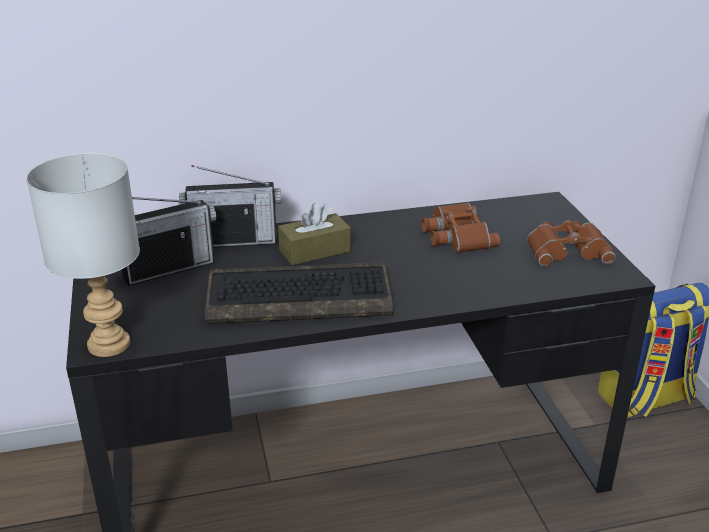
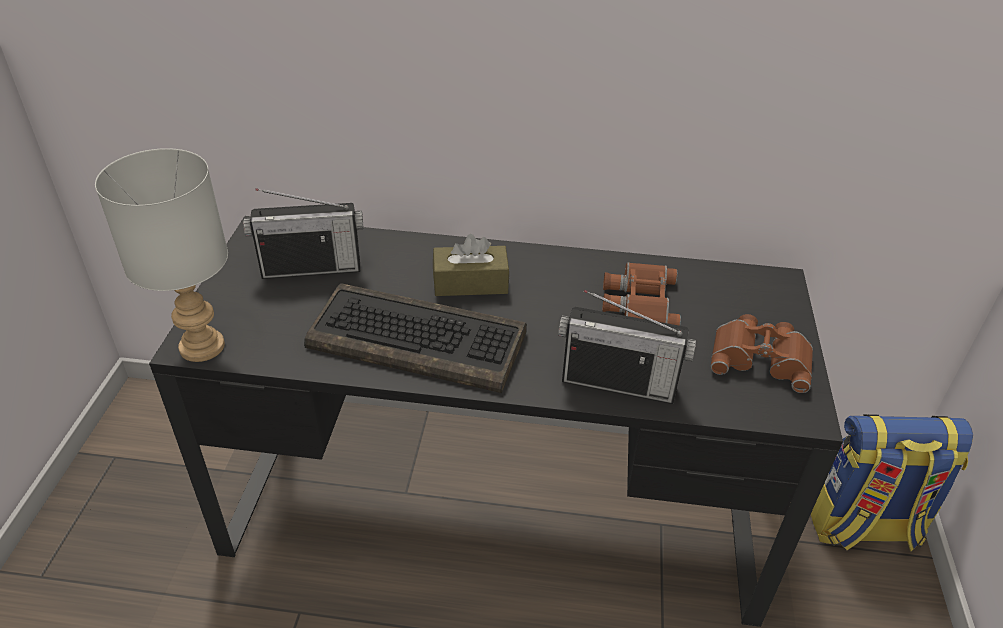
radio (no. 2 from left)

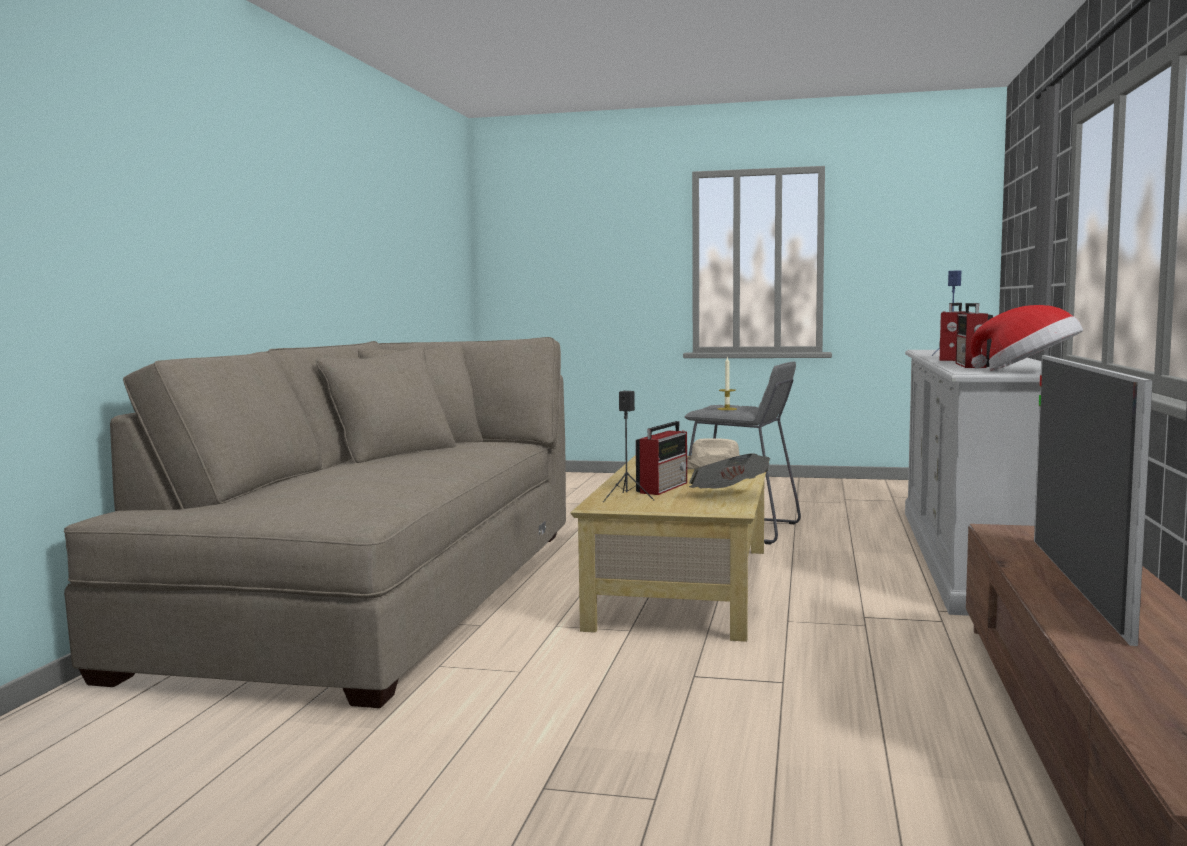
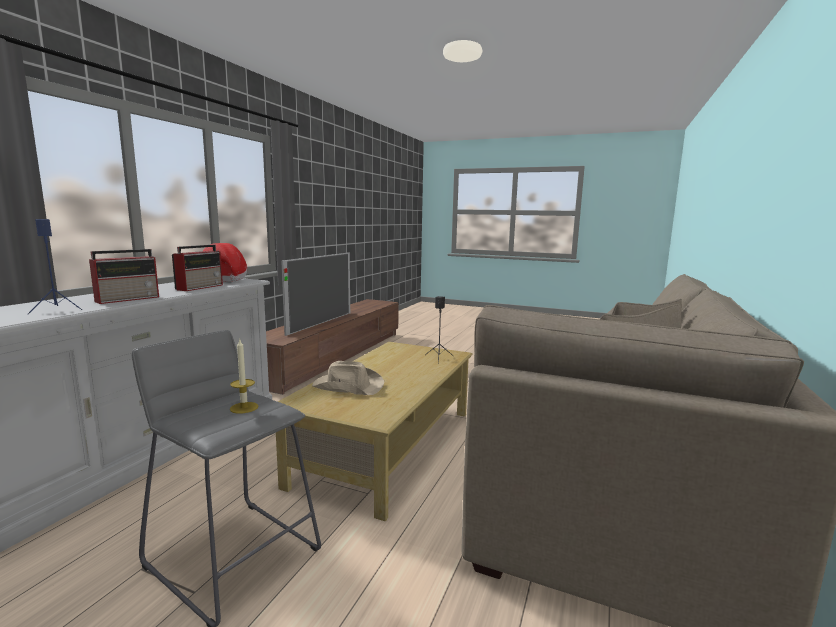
radio (no. 1 from left in the first image)
periódico

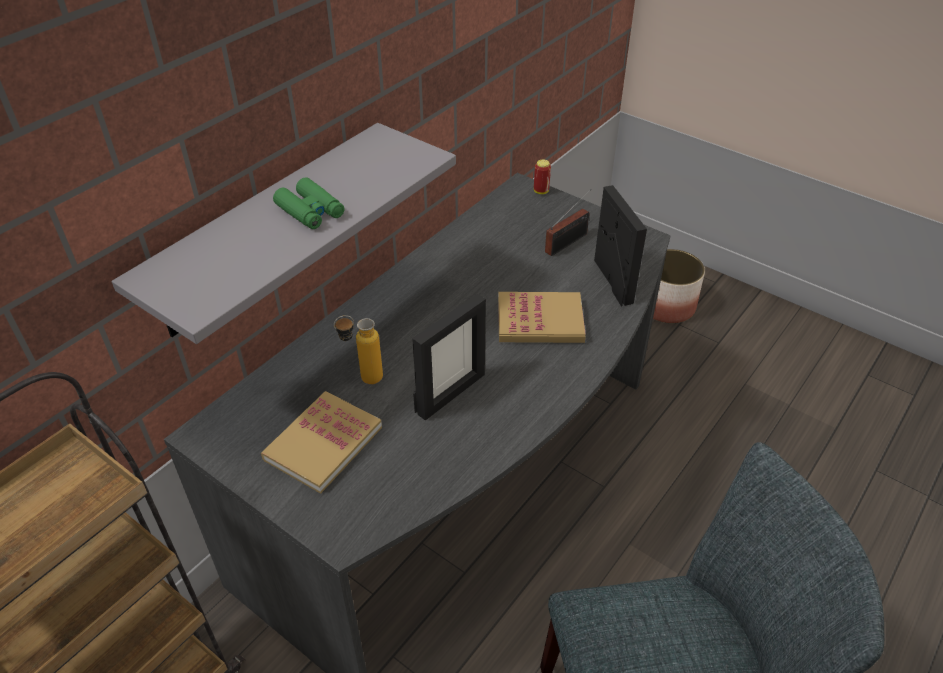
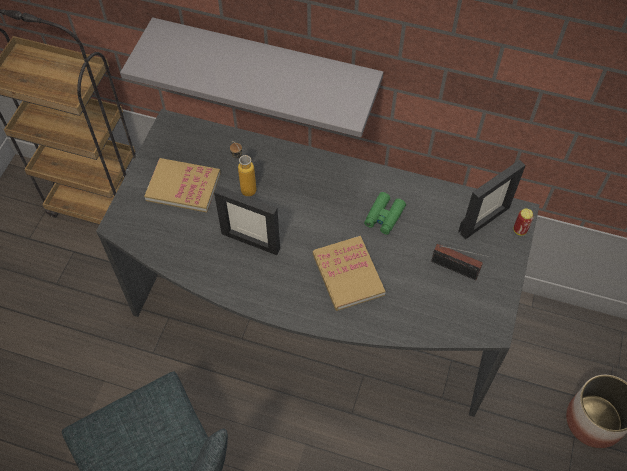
prismáticos/verde
portarretratos (no. 2 from left)

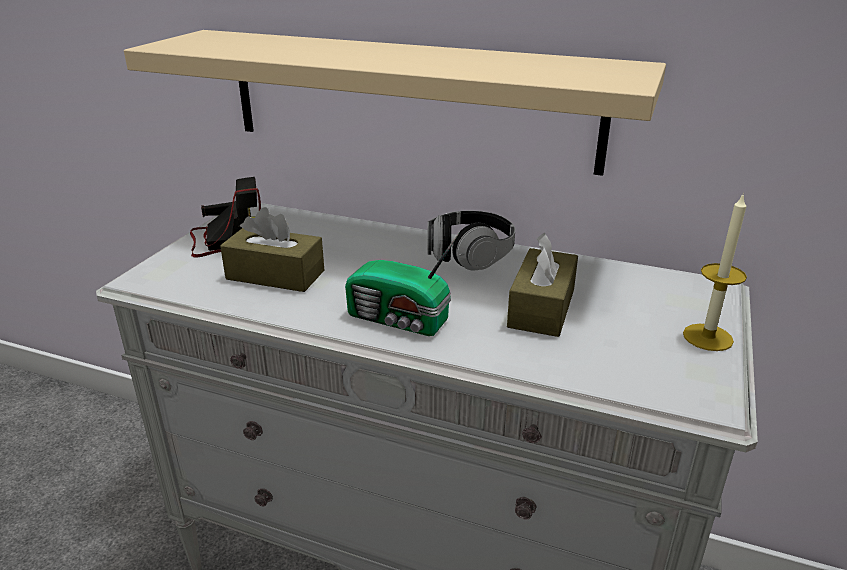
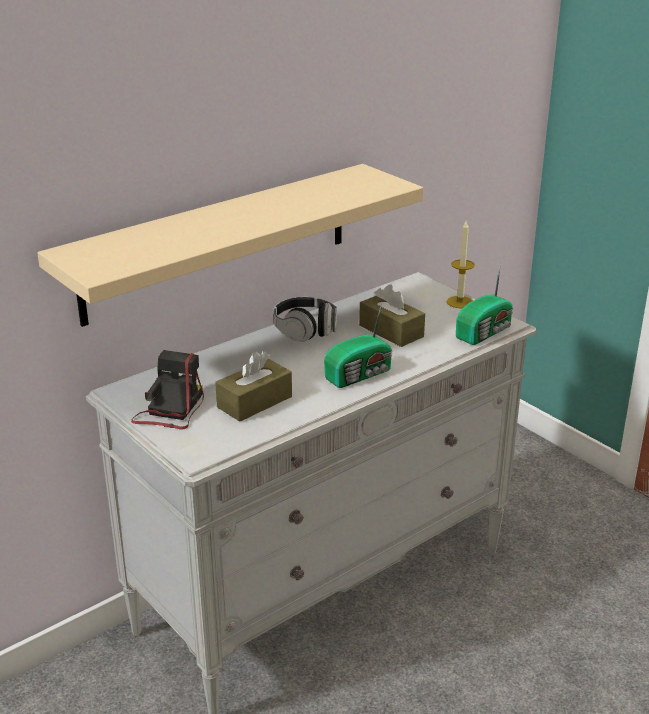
radio (no. 2 from left)

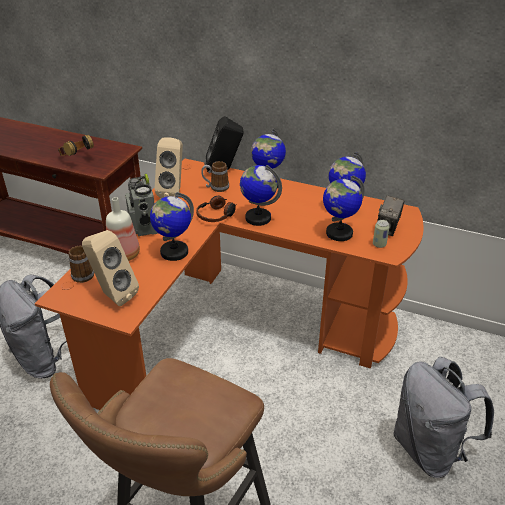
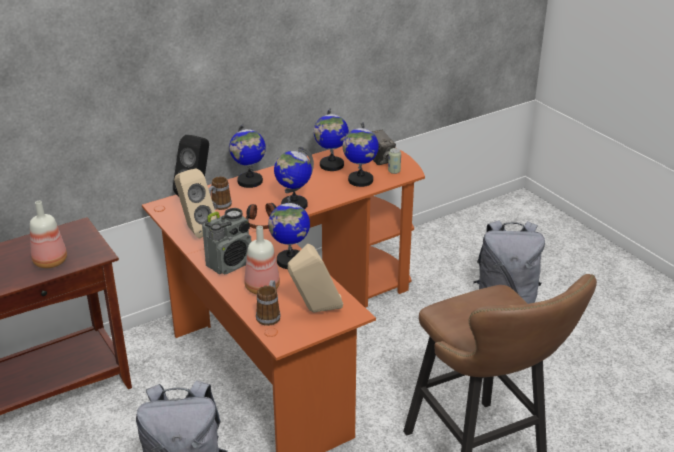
botella (no. 1 from left)
radio

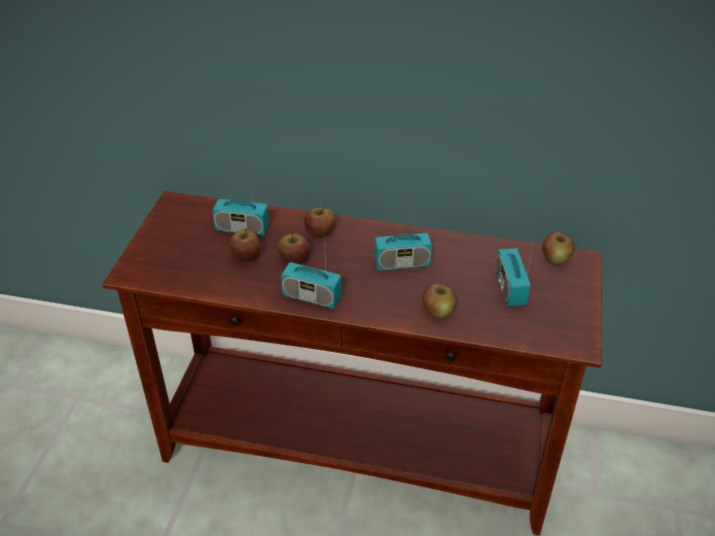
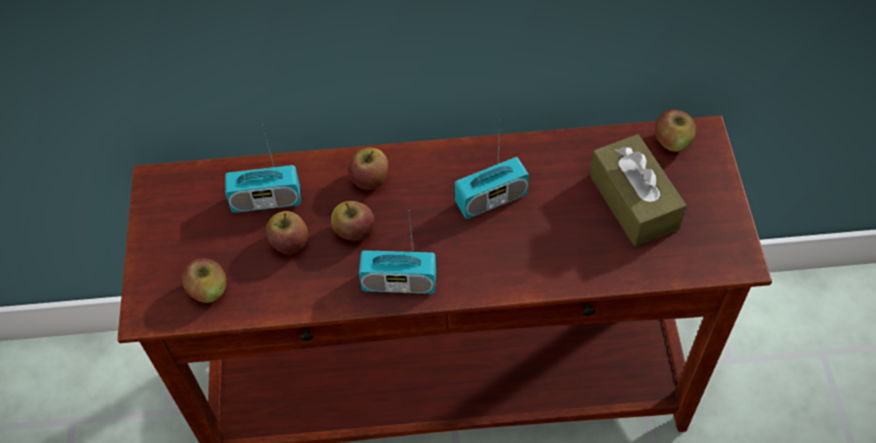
manzana (no. 1 from left)
caja de pañuelos/marrón

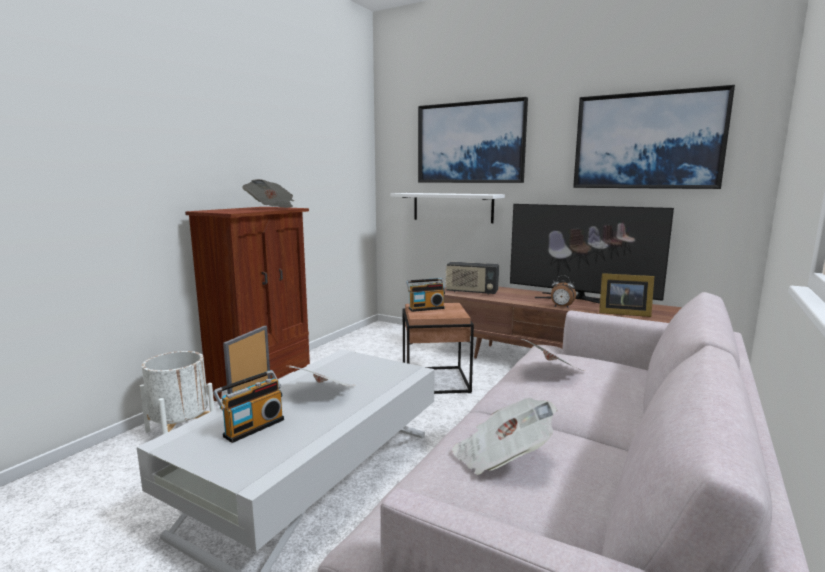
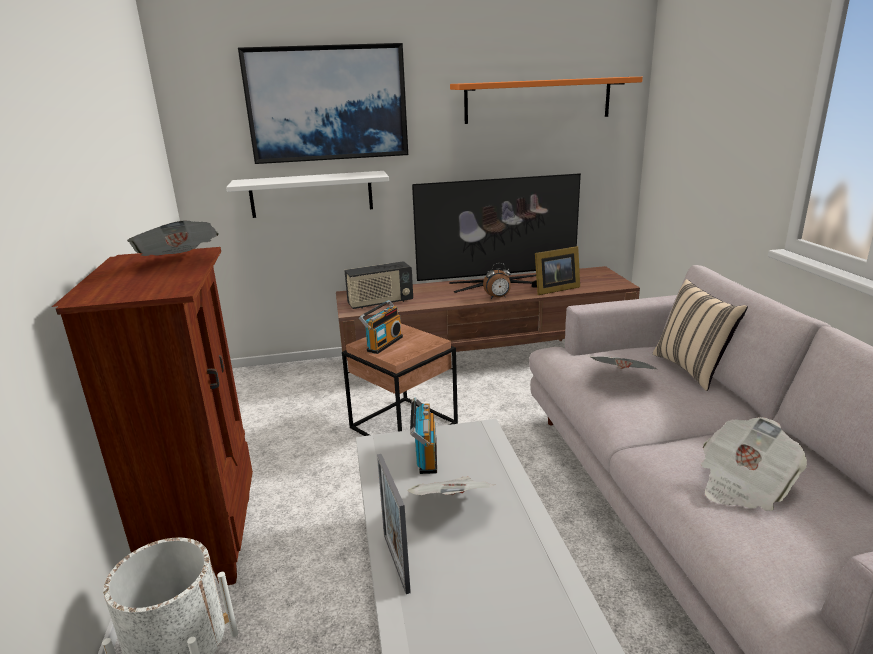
radio (no. 3 from left)
estante/naranja
cojín/beis

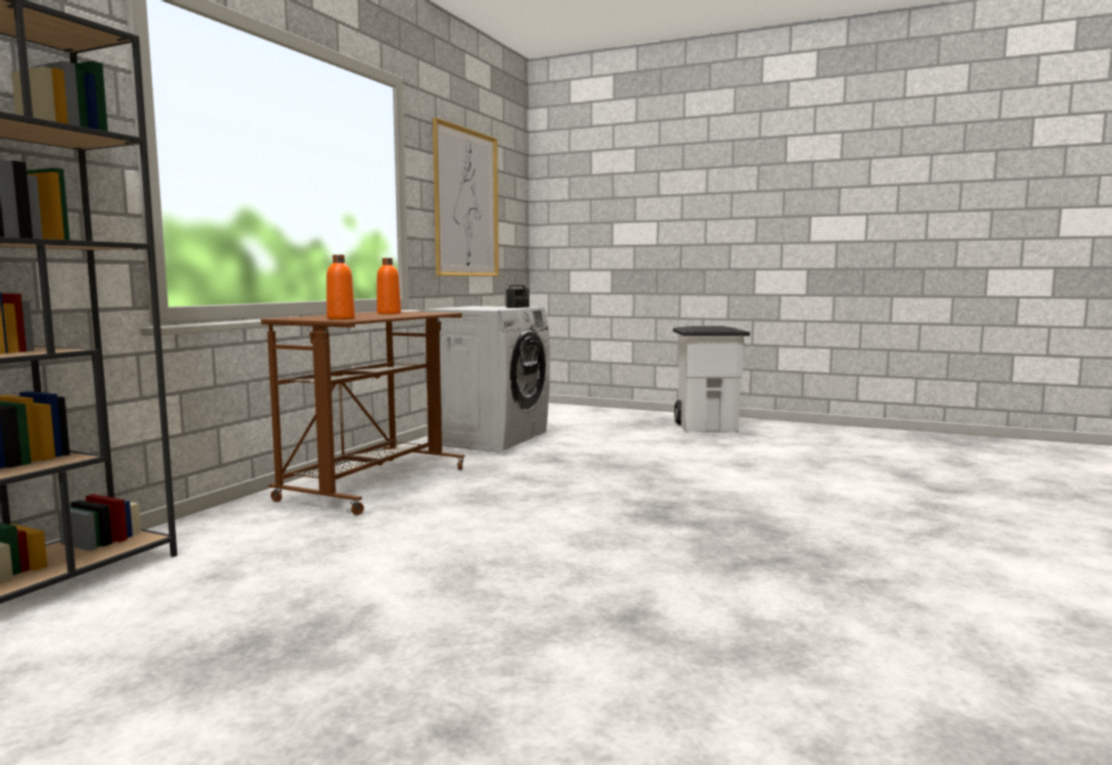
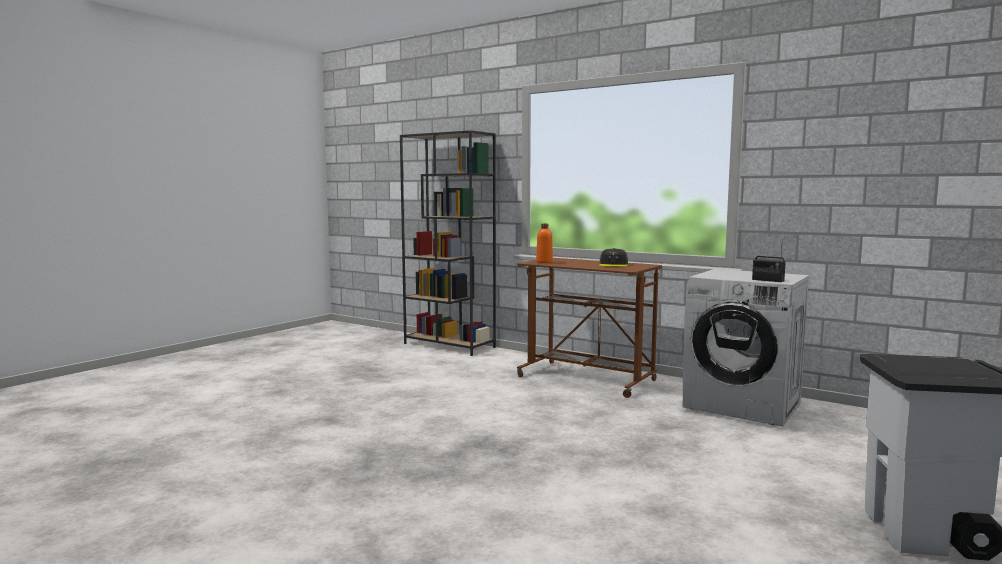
gorra/gris
cuadro

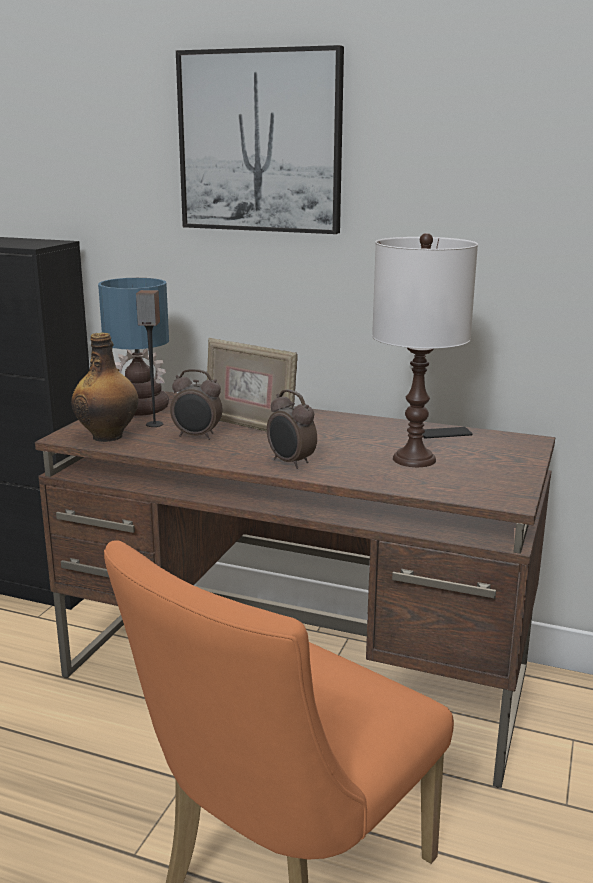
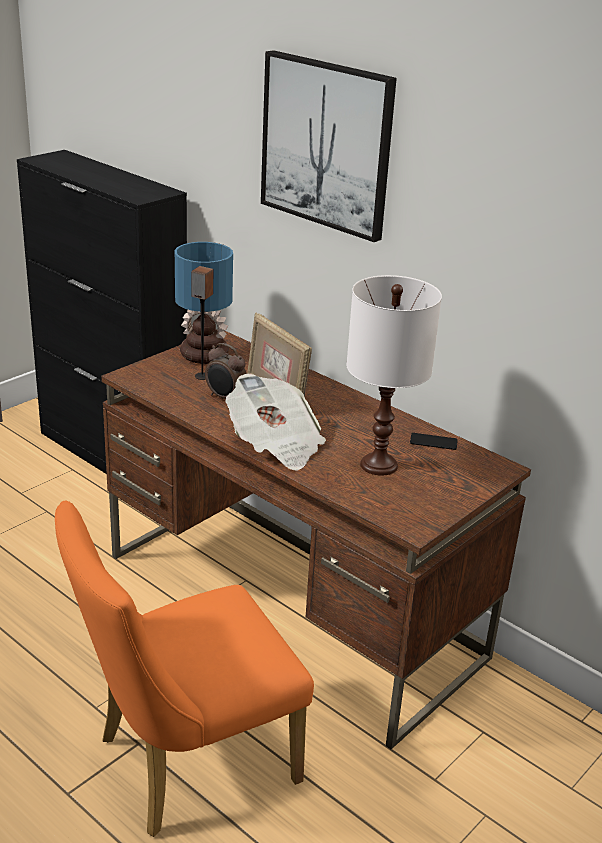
periódico
botella

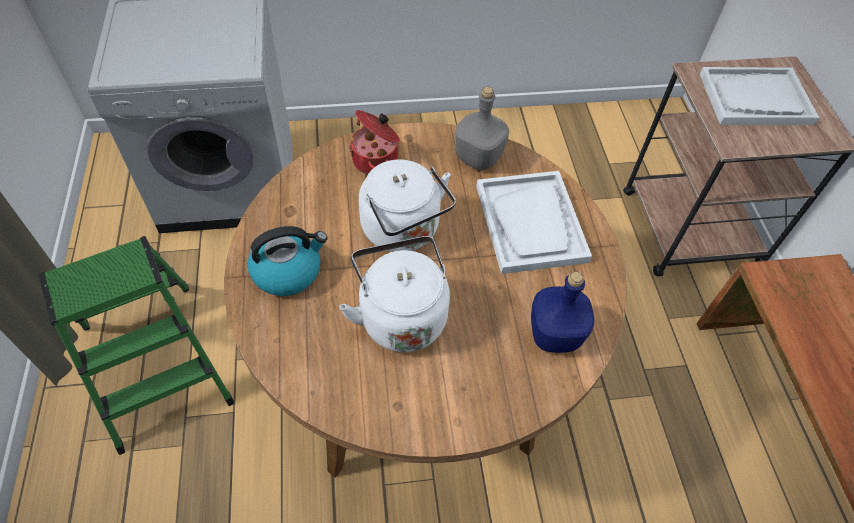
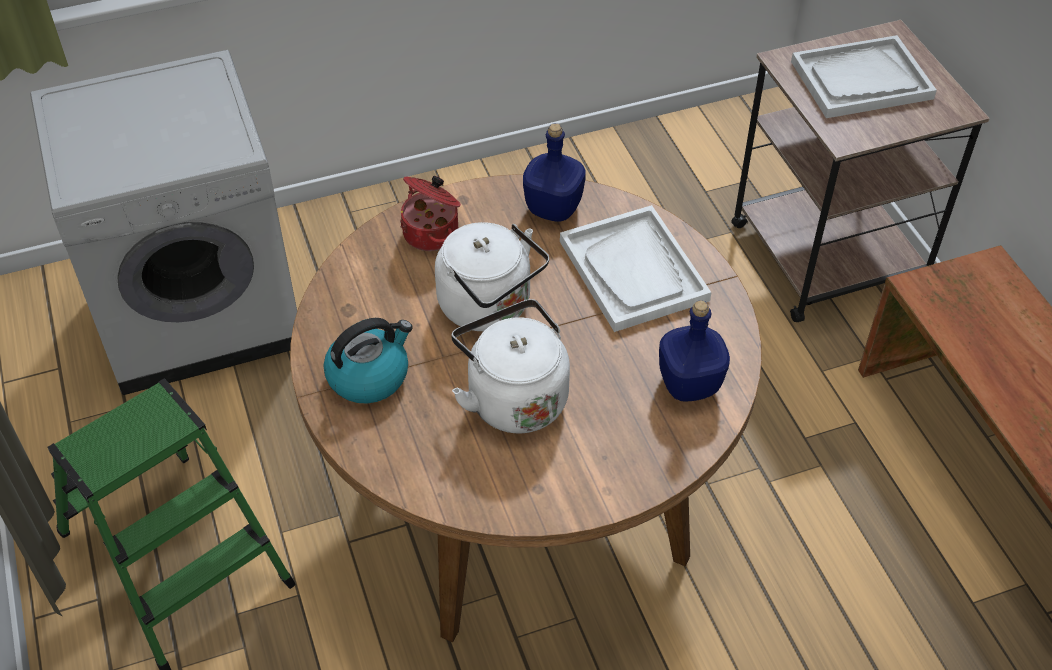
botella/azul (no. 1 from left)

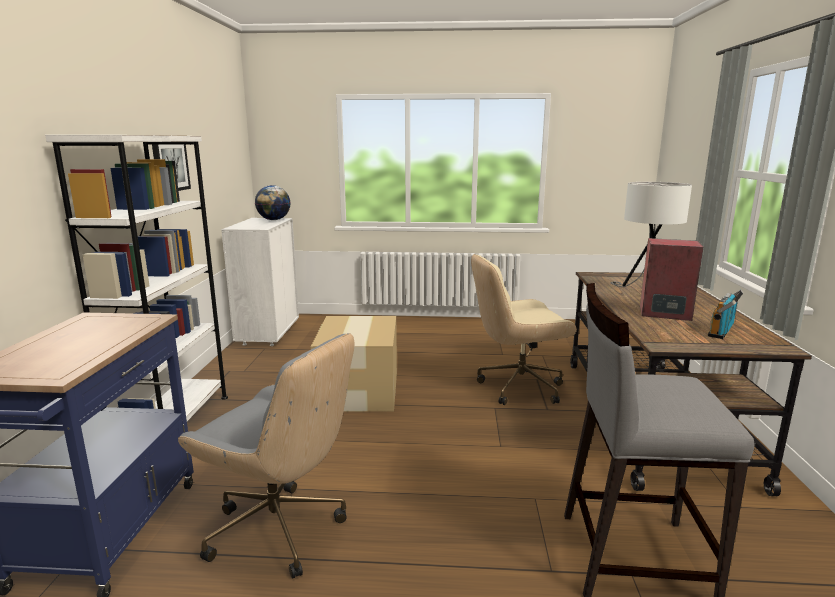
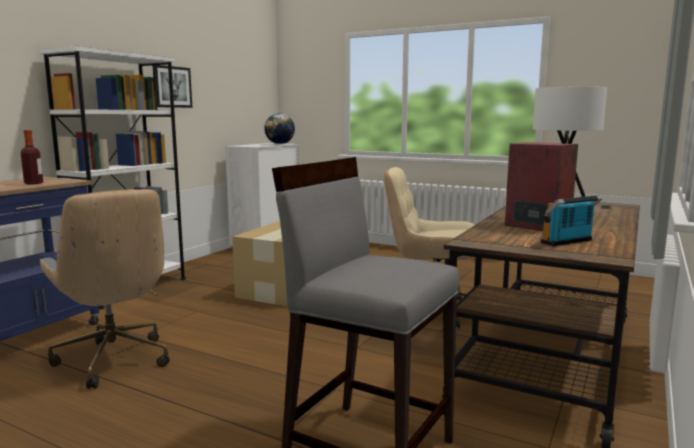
botella

